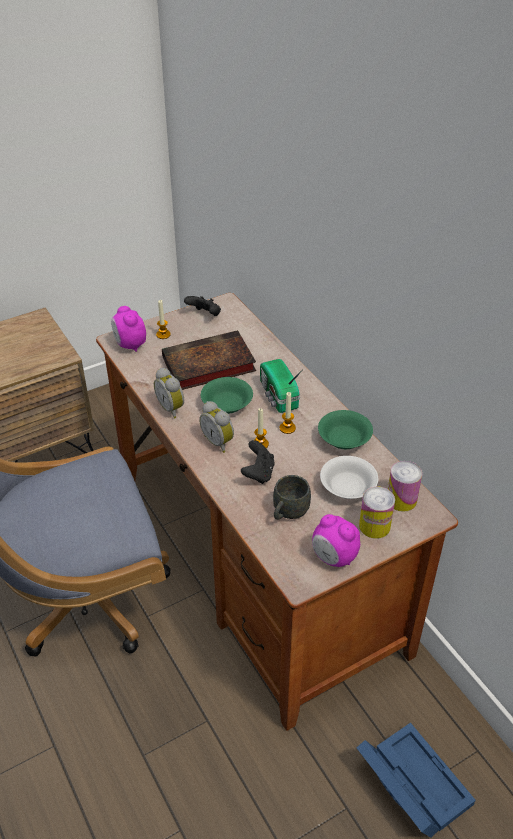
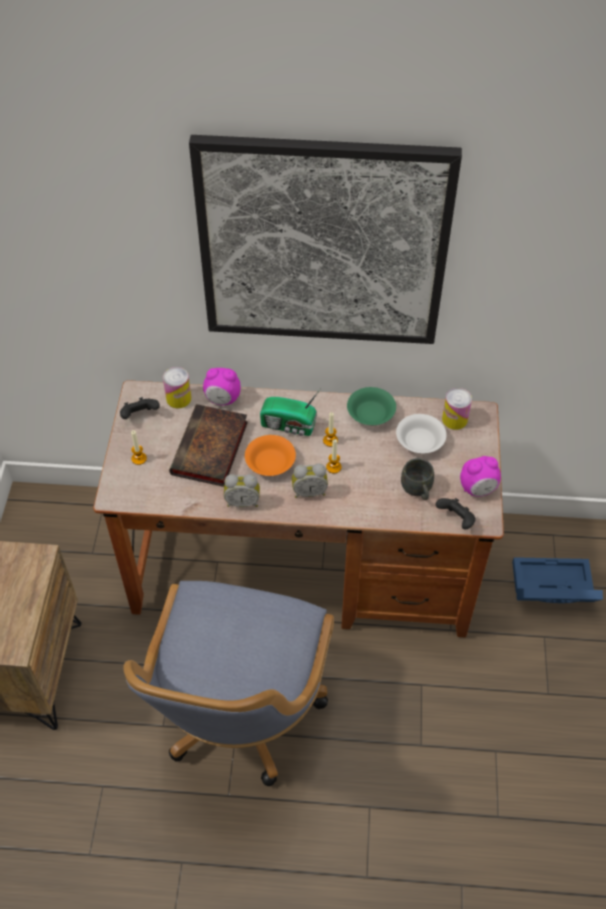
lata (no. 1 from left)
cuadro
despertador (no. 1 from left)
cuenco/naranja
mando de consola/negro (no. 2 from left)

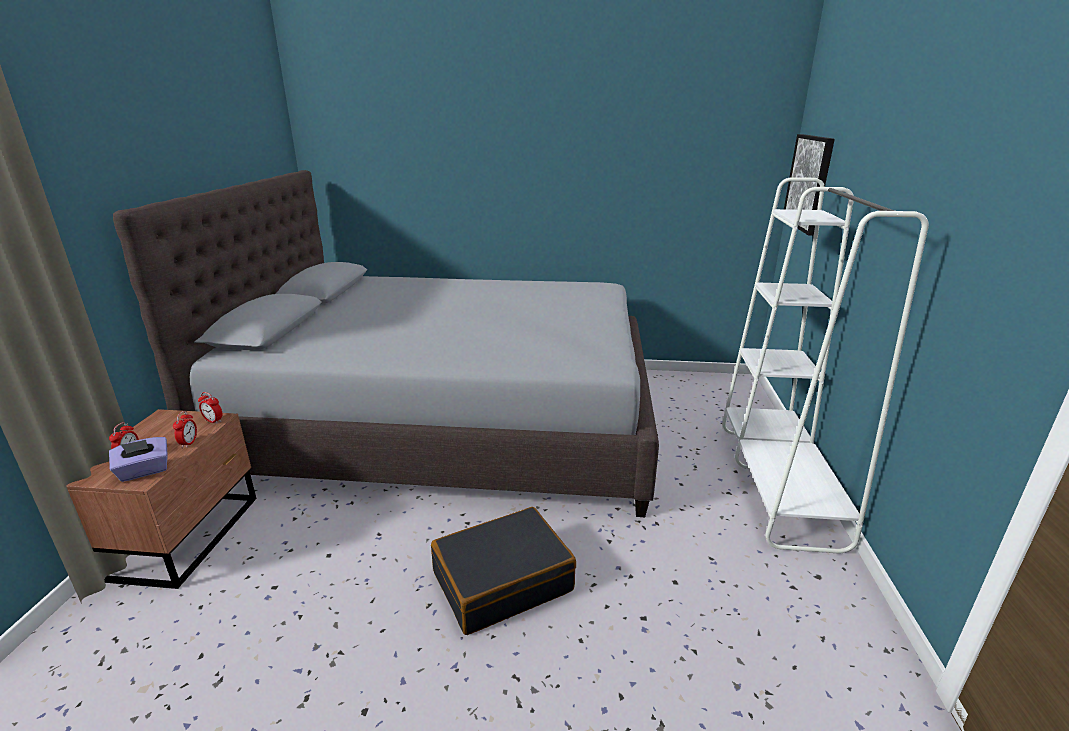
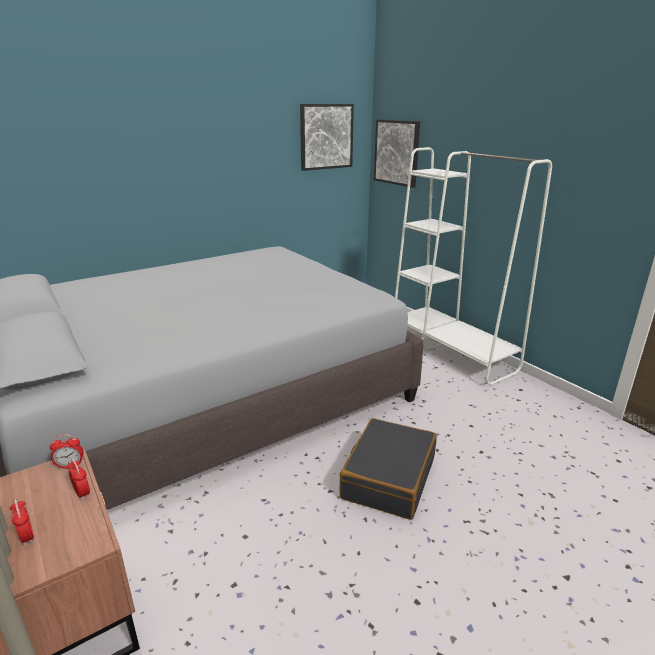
cuadro (no. 1 from left)
caja de pañuelos/morado

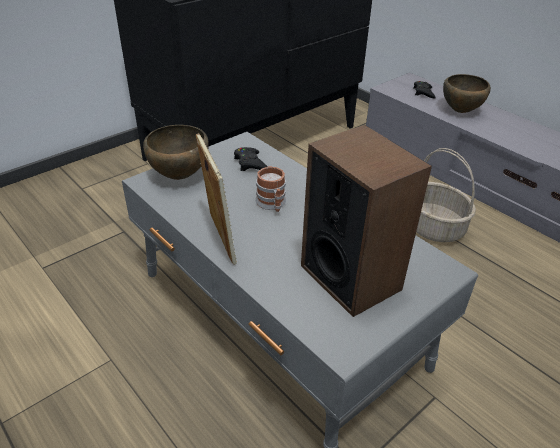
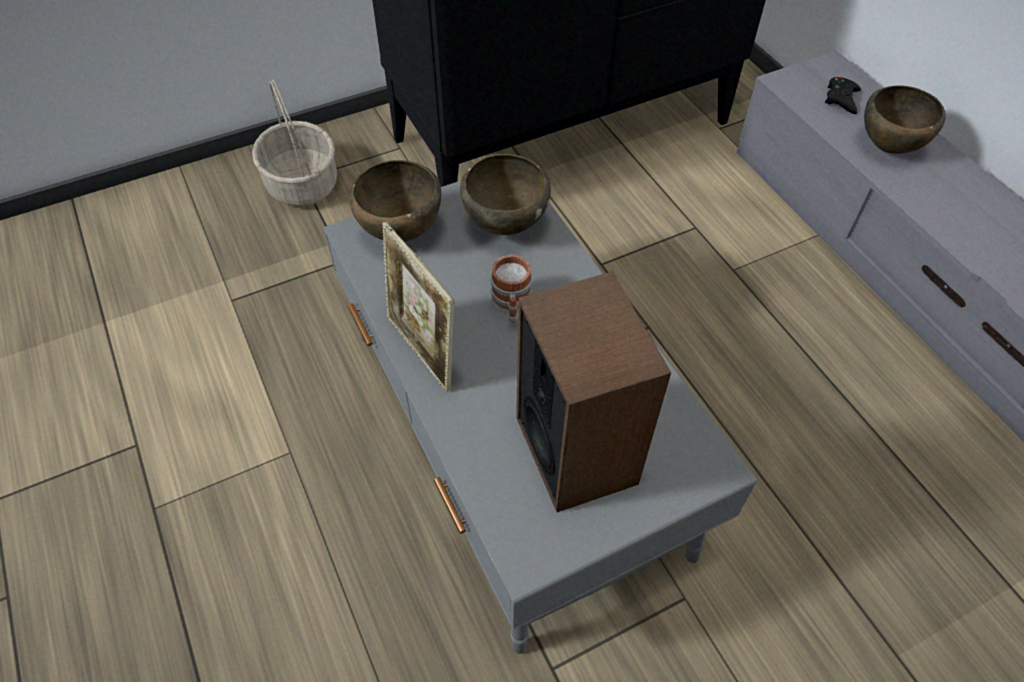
cesta
portarretratos
cuenco/marrón (no. 2 from left)

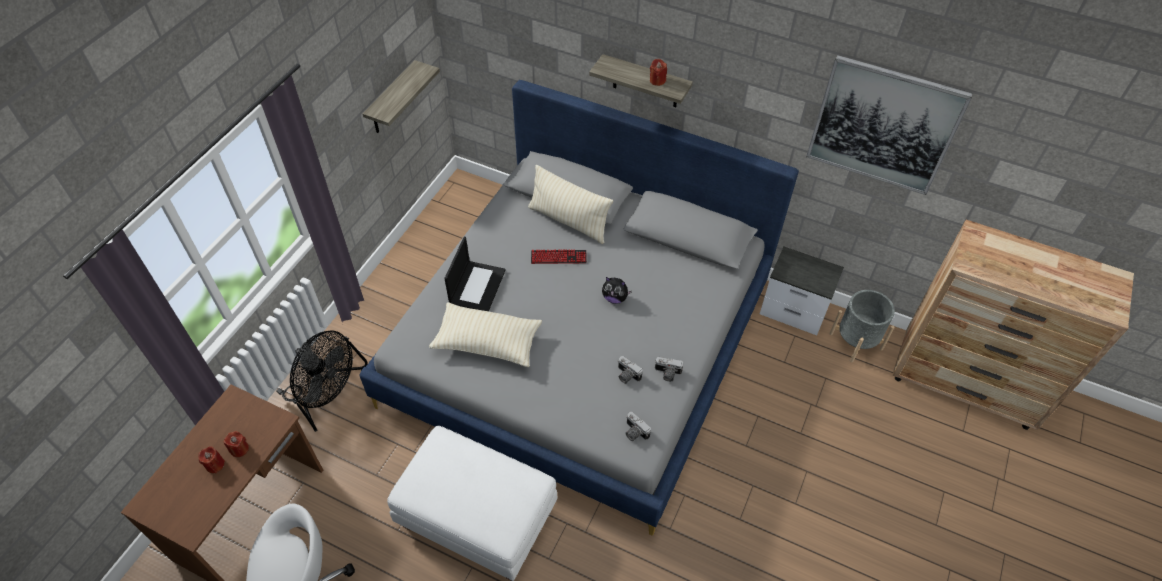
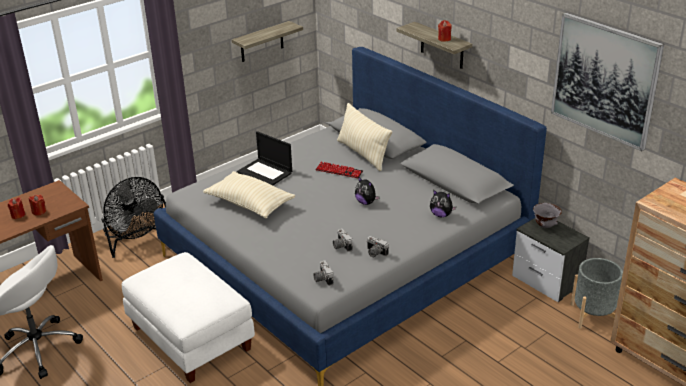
portátil
peluche (no. 2 from left)
cuenco/gris

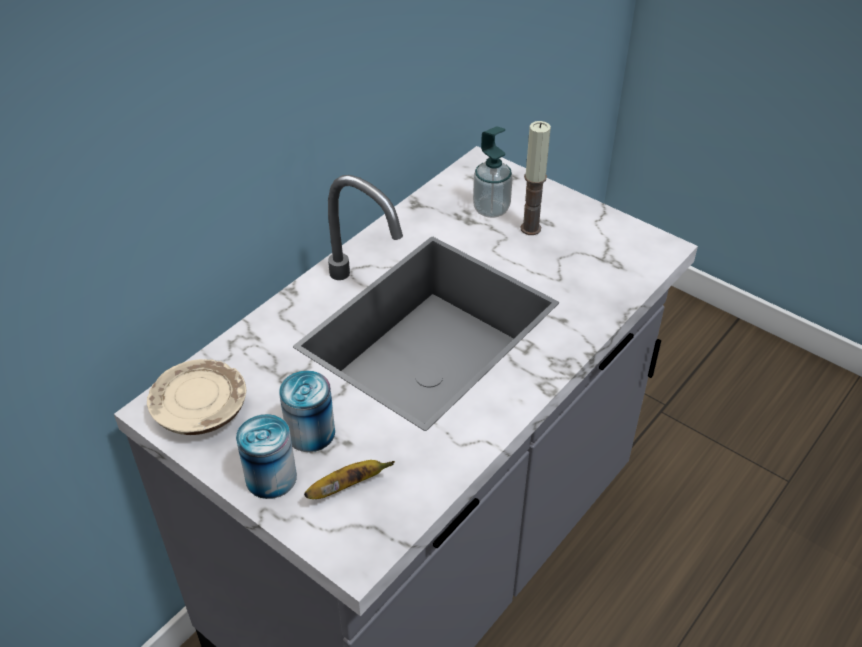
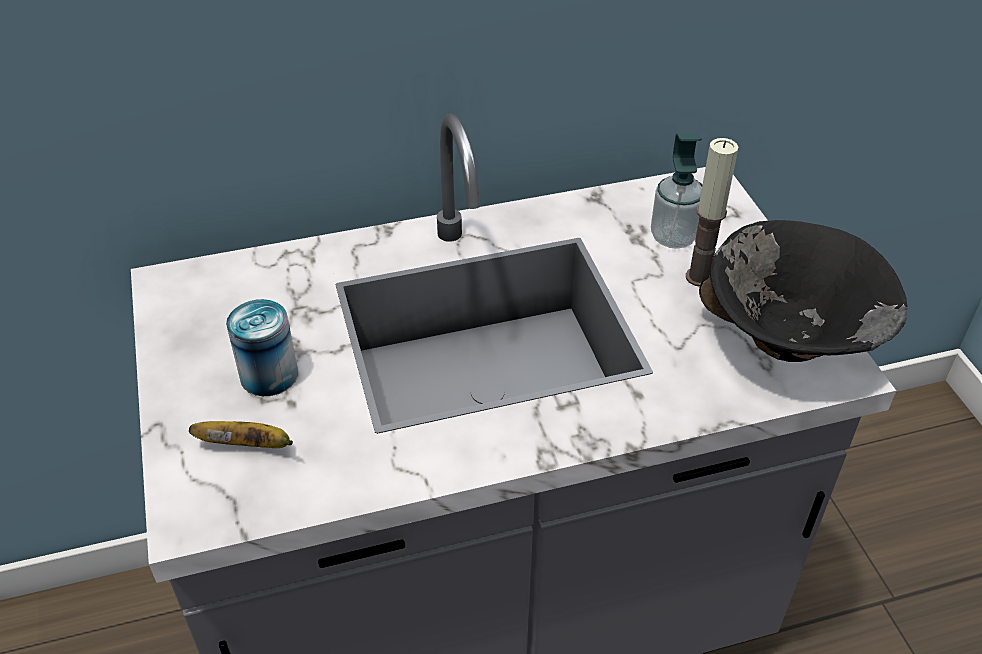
cuenco/negro
plato/beis
lata (no. 1 from left in the first image)

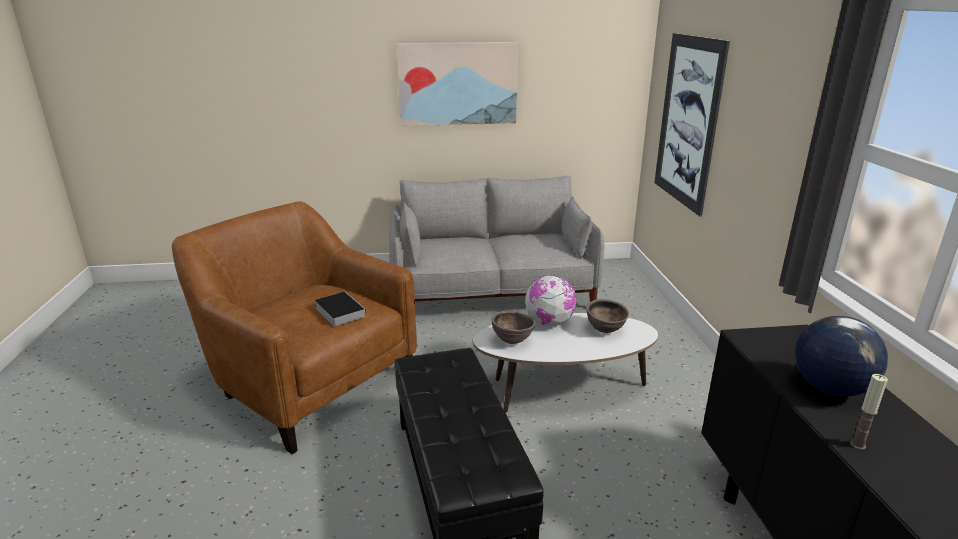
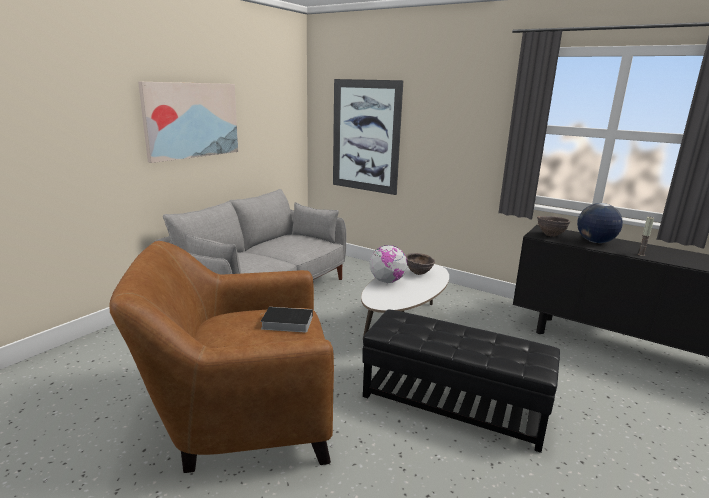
cuenco/marrón (no. 2 from left)

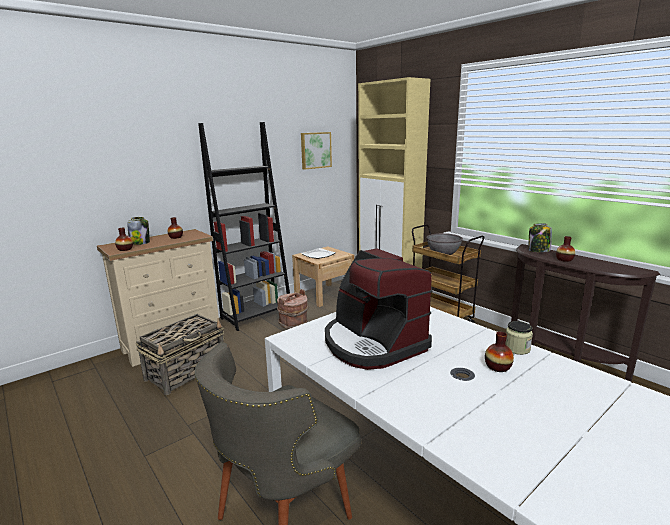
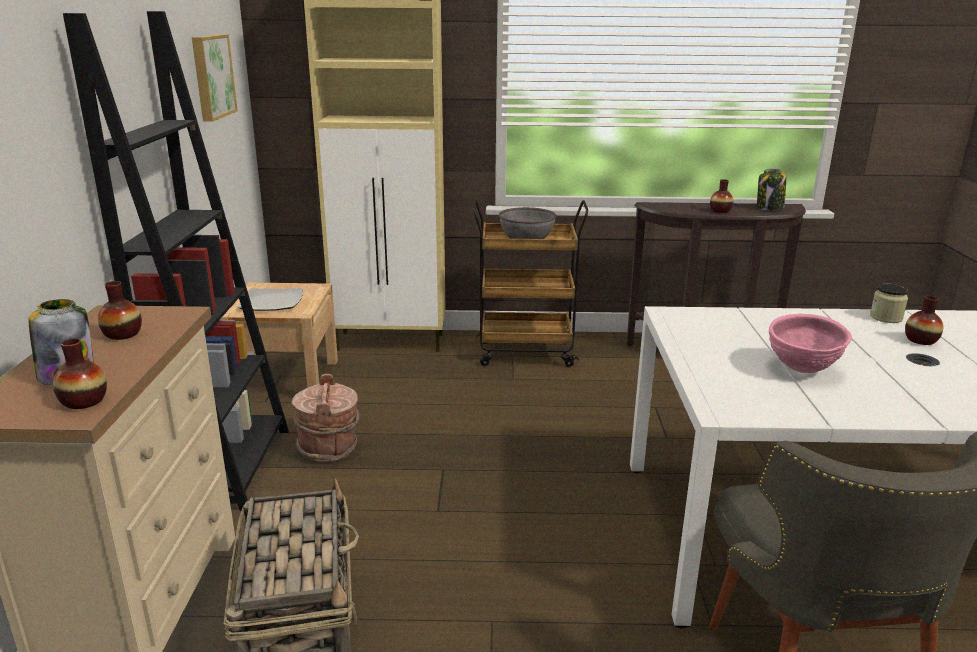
tarro (no. 2 from left)
cuenco/rosa

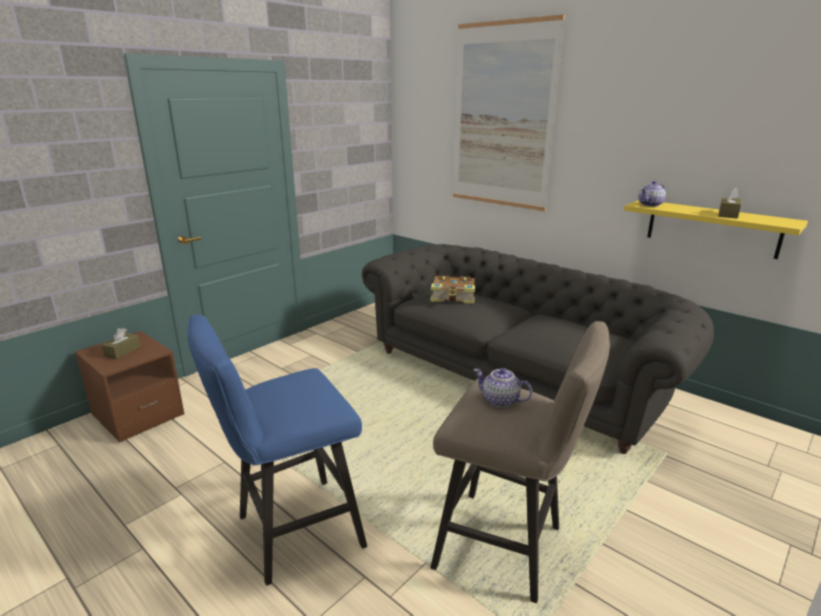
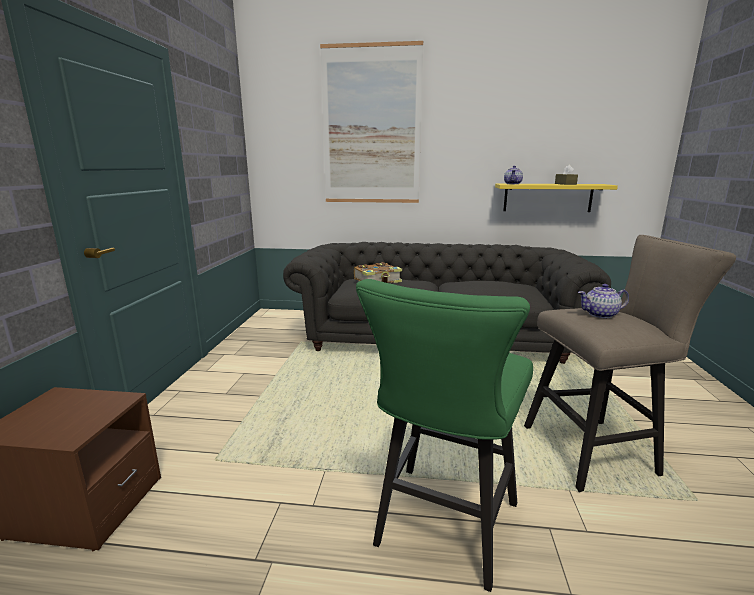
taburete/verde
caja de pañuelos/marrón (no. 1 from left in the first image)

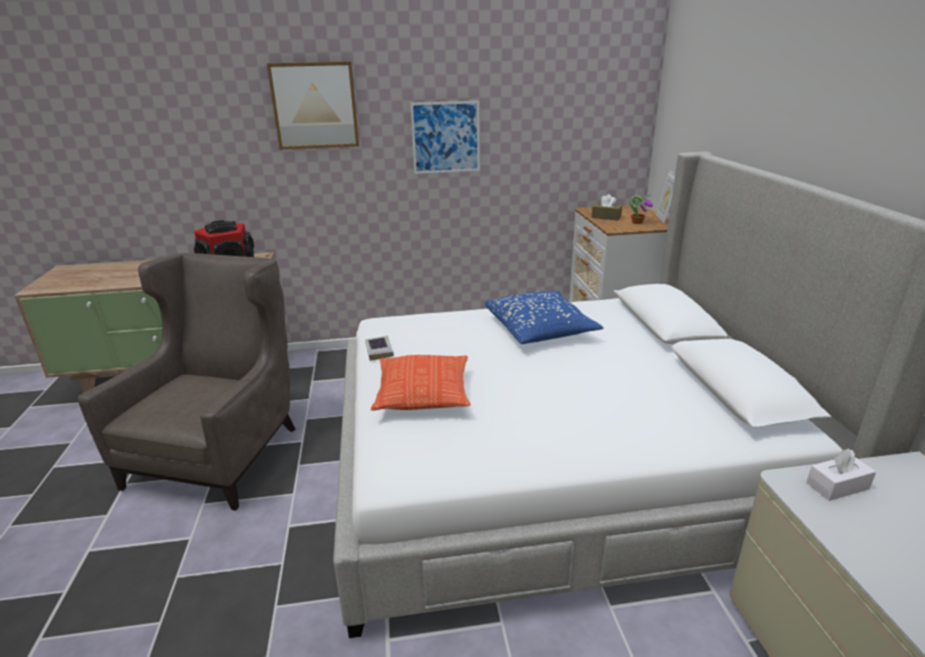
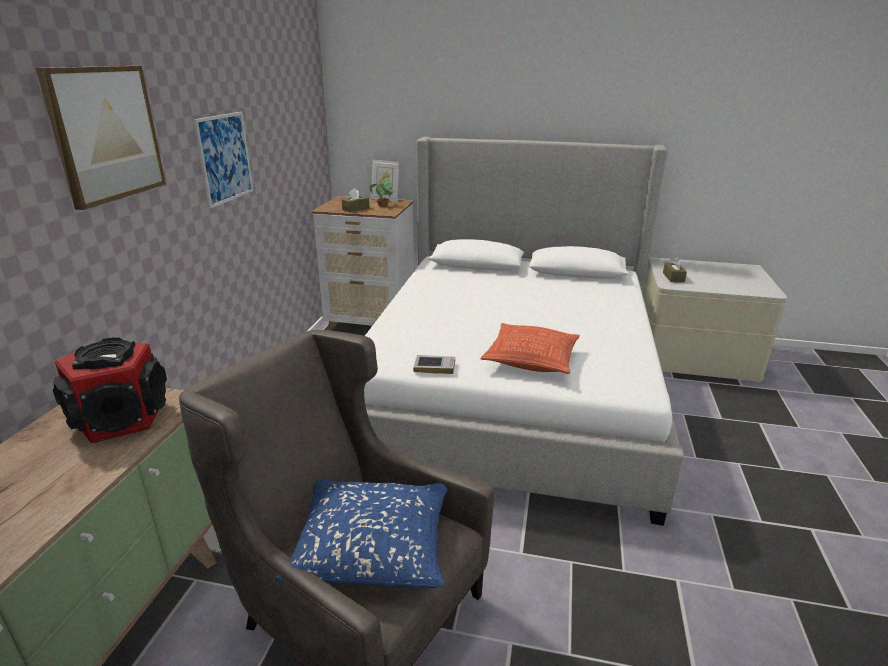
cojín/azul
caja de pañuelos/marrón (no. 2 from left)

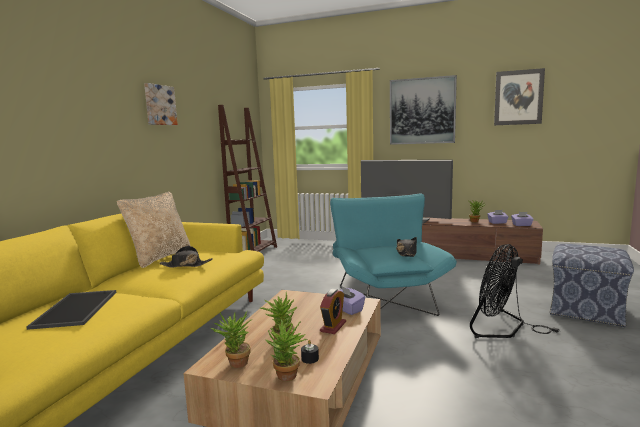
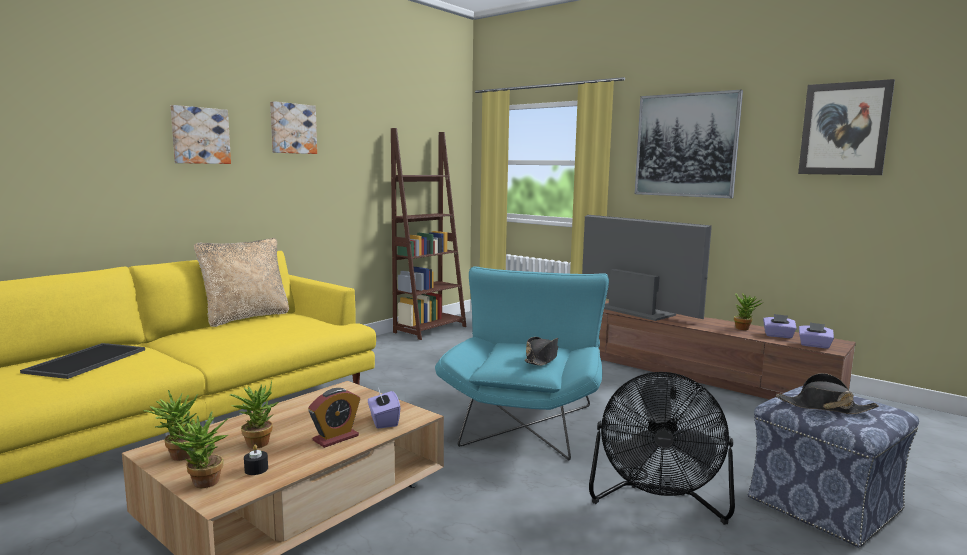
cuadro (no. 1 from left)
ventilador/negro
sombrero/negro (no. 2 from left)

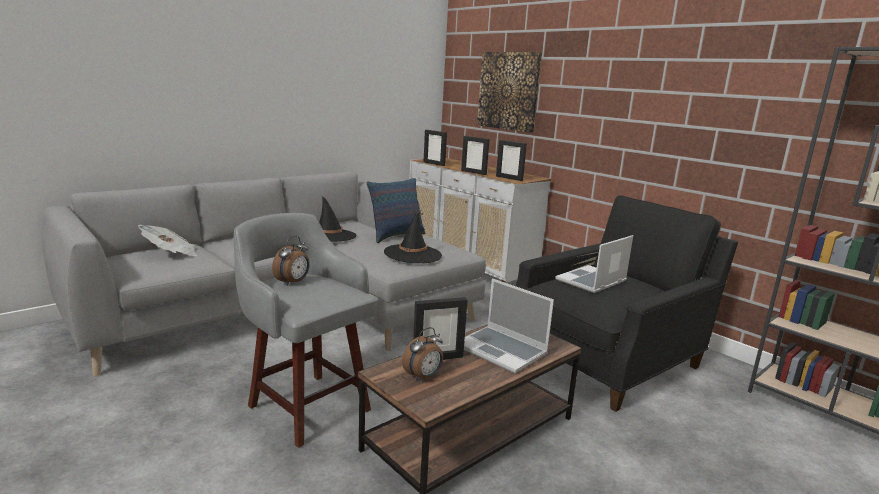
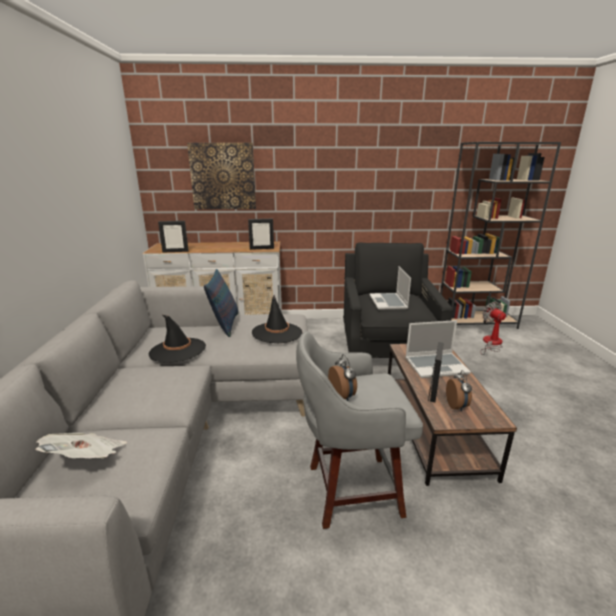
ventilador
portarretratos (no. 3 from left in the first image)

